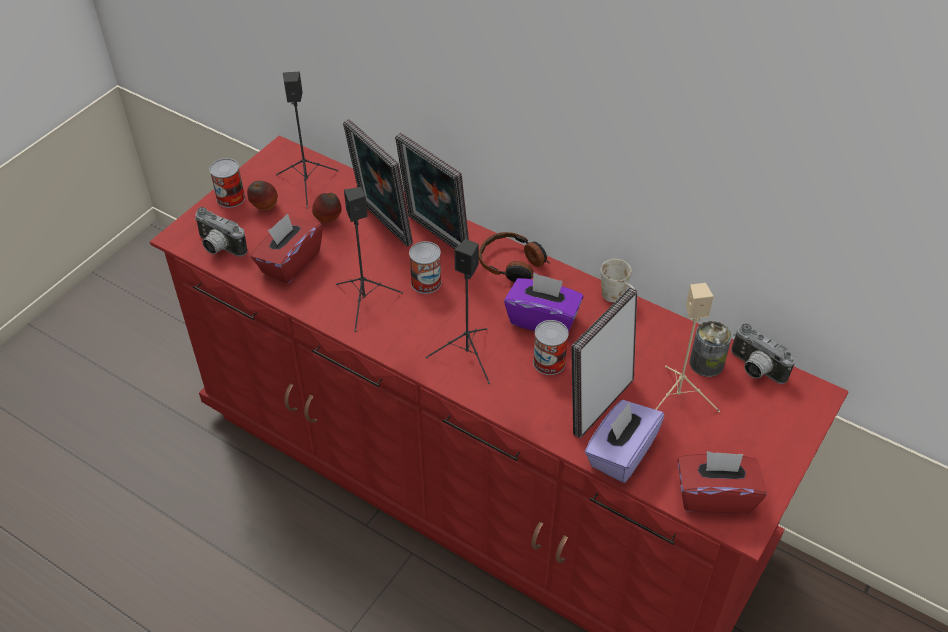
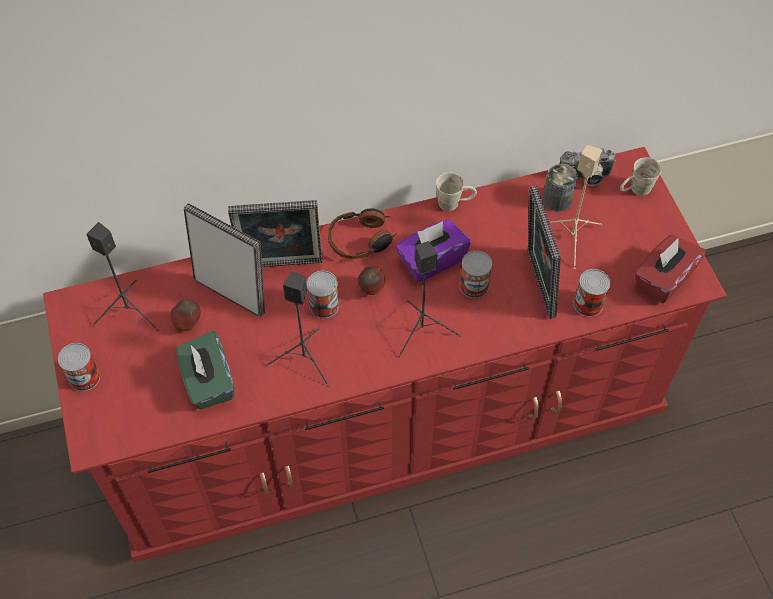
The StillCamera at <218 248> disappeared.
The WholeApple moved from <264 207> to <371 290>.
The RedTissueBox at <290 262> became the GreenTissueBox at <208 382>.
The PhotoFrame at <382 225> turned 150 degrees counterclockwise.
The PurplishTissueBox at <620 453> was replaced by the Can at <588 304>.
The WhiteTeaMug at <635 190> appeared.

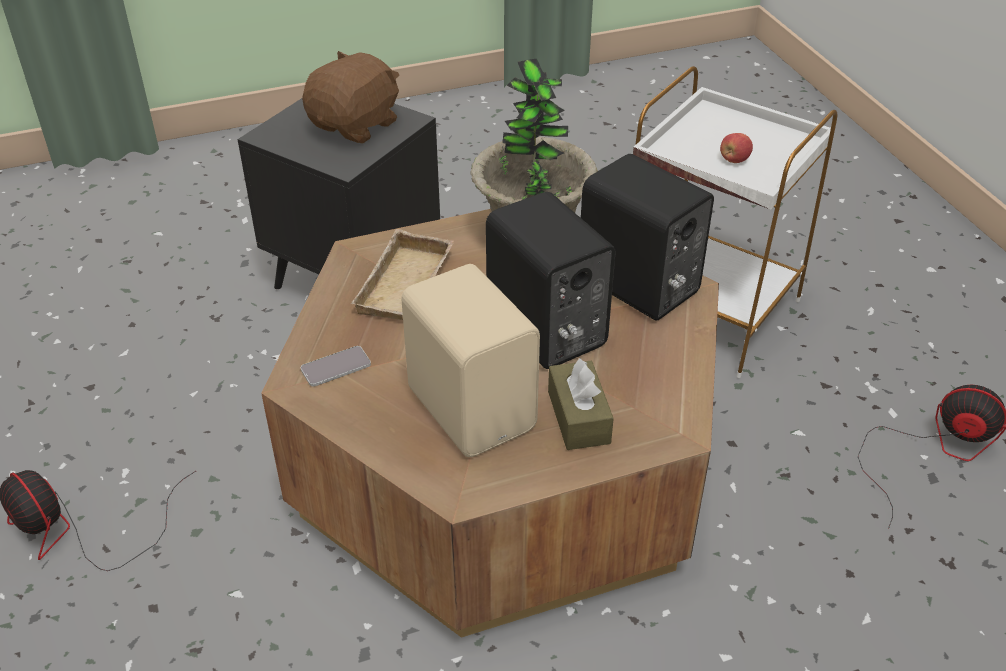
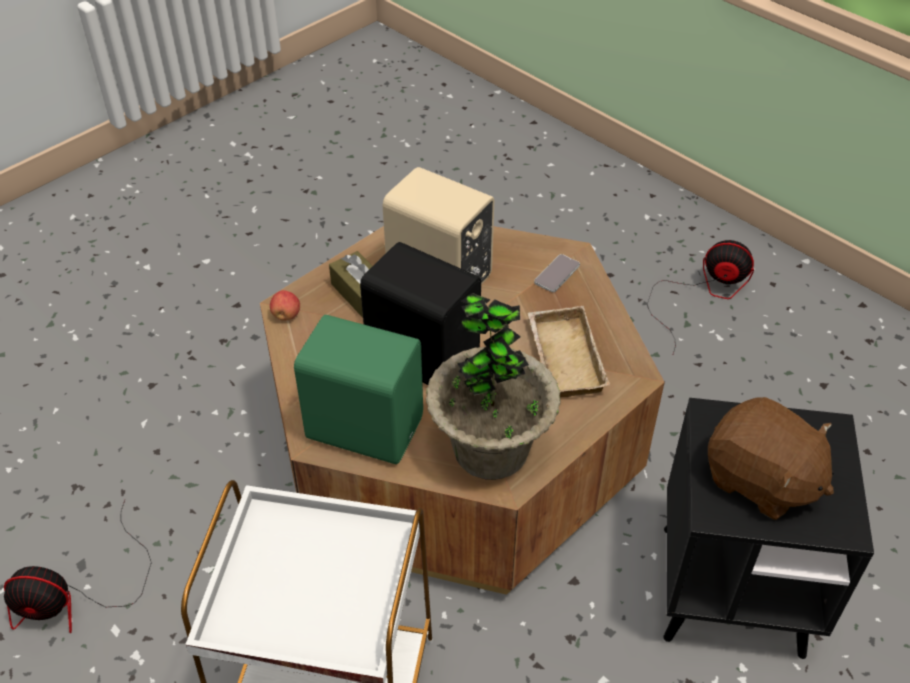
The BrownColouredCuddlyToy at <356 125> turned 60 degrees counterclockwise.
The BlackColouredSpeaker at <637 287> became the GreenSpeaker at <364 425>.
The WholeApple moved from <734 160> to <286 315>.

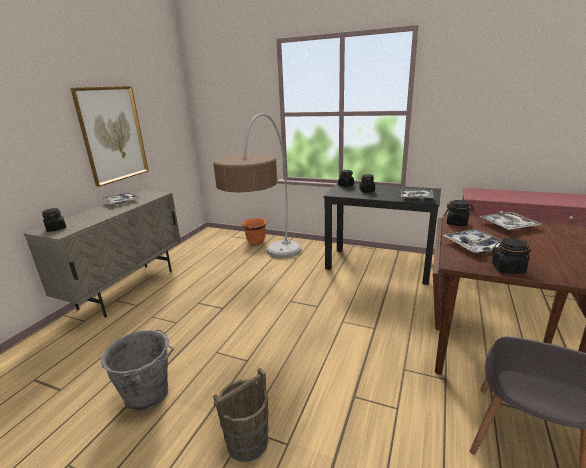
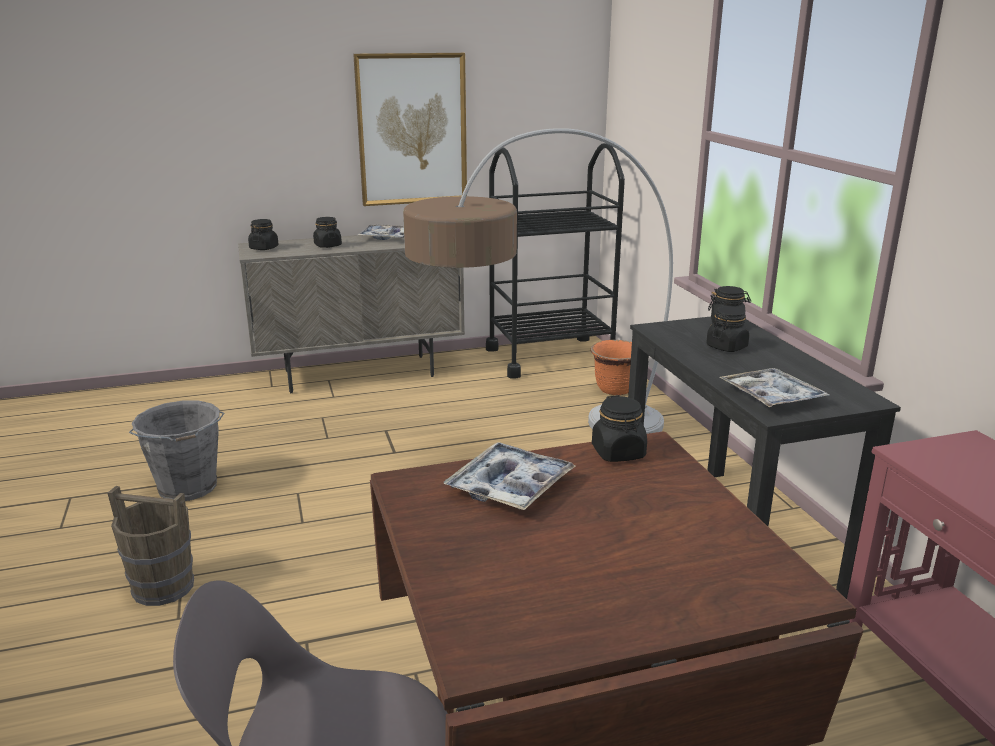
The CarryingTray at <508 225> disappeared.
The BlackColouredPreserveJar moved from <507 269> to <327 245>.
The BlackColouredWheeledCart at <550 357> appeared.

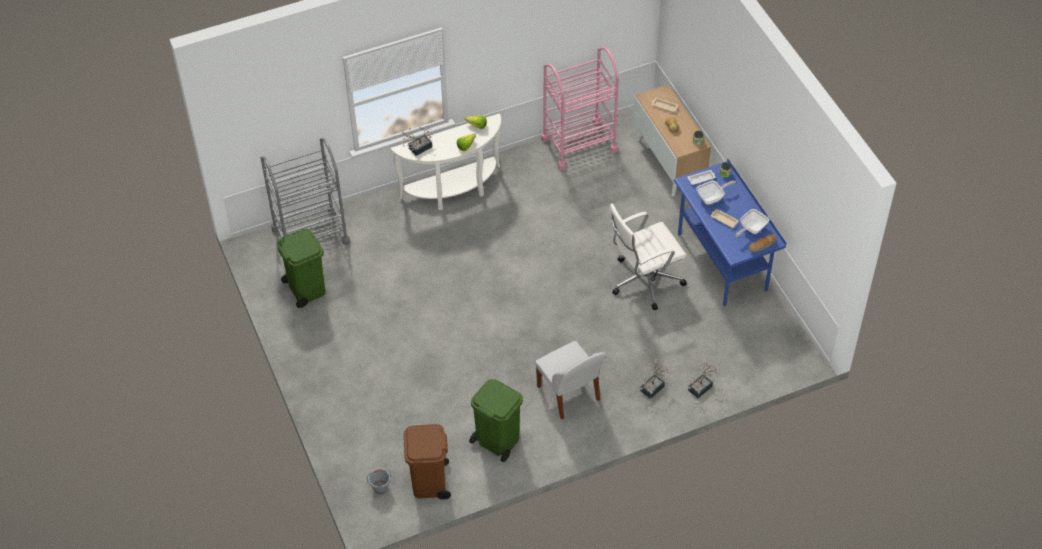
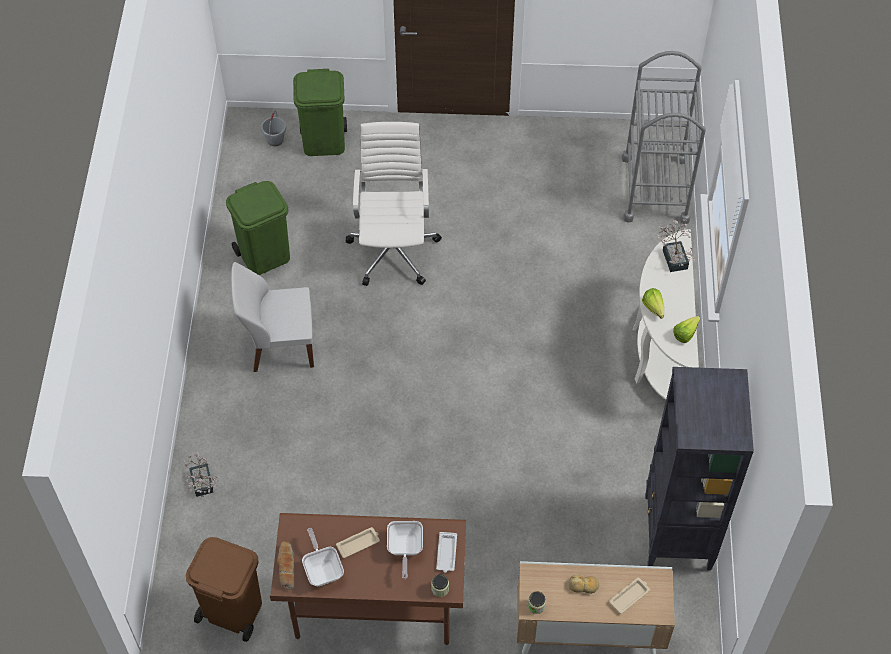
The GreenRubbishBin moved from <306 289> to <324 142>.
The BrownColouredRubbishBin moved from <429 483> to <232 610>.
The PinkWheeledCart at <579 144> was replaced by the BlackColouredShelvingUnit at <677 533>.
The WhiteDeskChair moved from <644 281> to <394 249>.
The PlantInAPot at <654 387> disappeared.
The BluishDesk at <722 262> became the BrownColouredDesk at <374 609>.

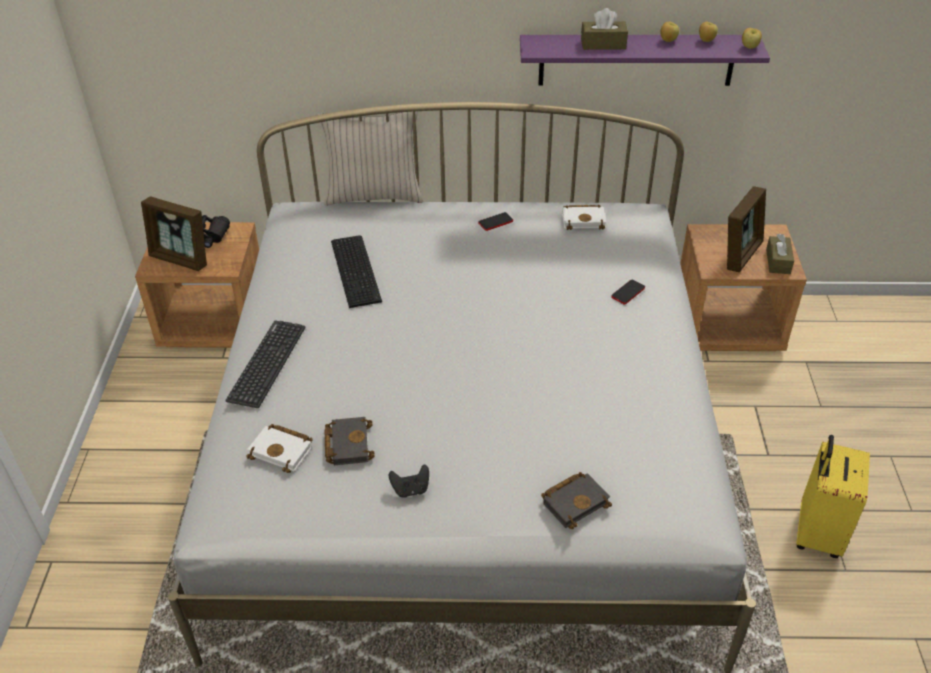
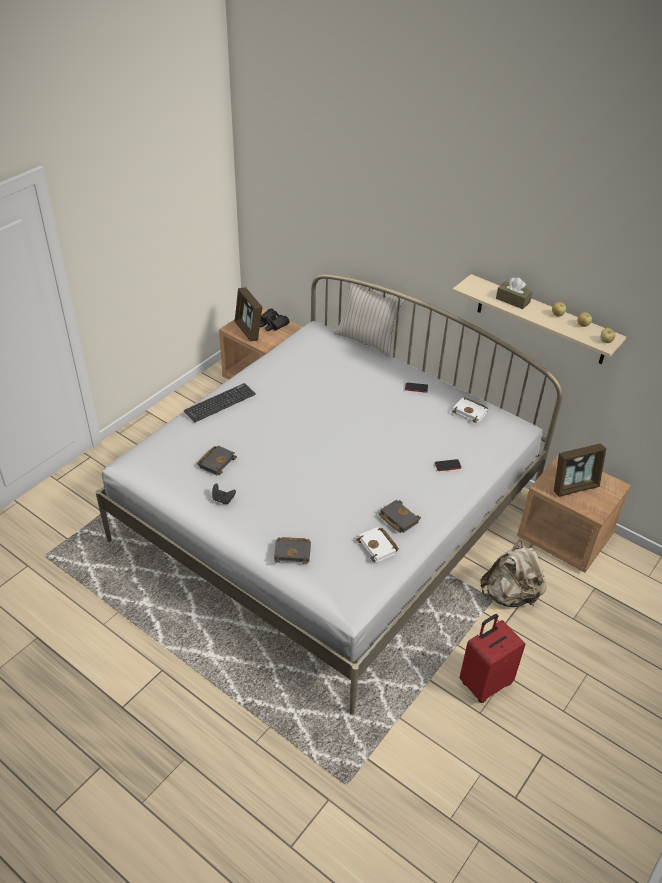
The WhiteBook moved from <283 450> to <379 547>.
The ComputerKeyboard at <357 270> disappeared.
The PurplishWallShelf at <636 60> became the BeigeColouredWallShelf at <541 320>.
The BrownColouredTissueBox at <778 261> disappeared.
The YellowishSuitcase at <816 533> became the RedSuitcase at <485 683>.
The BlackColouredBook at <397 518> appeared.
The BeigeColouredBackpack at <510 595> appeared.

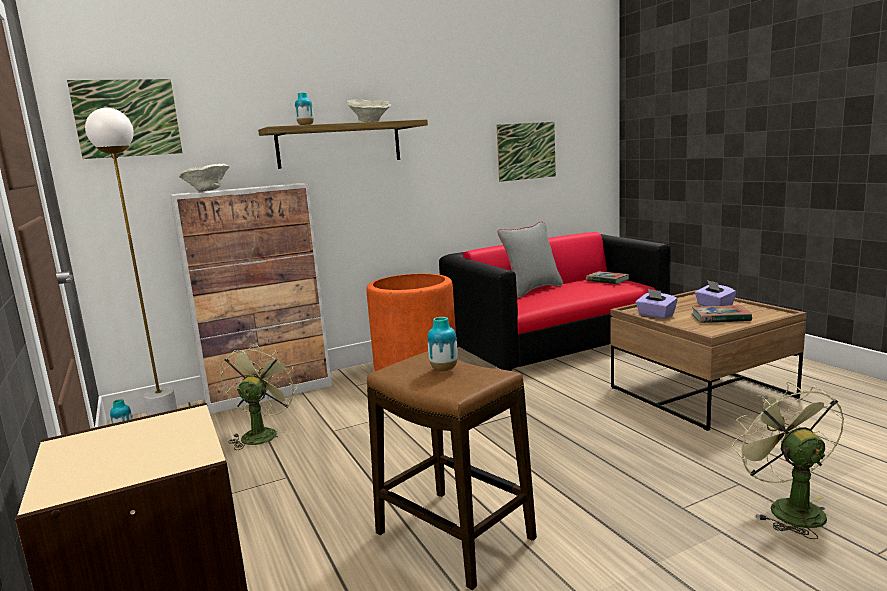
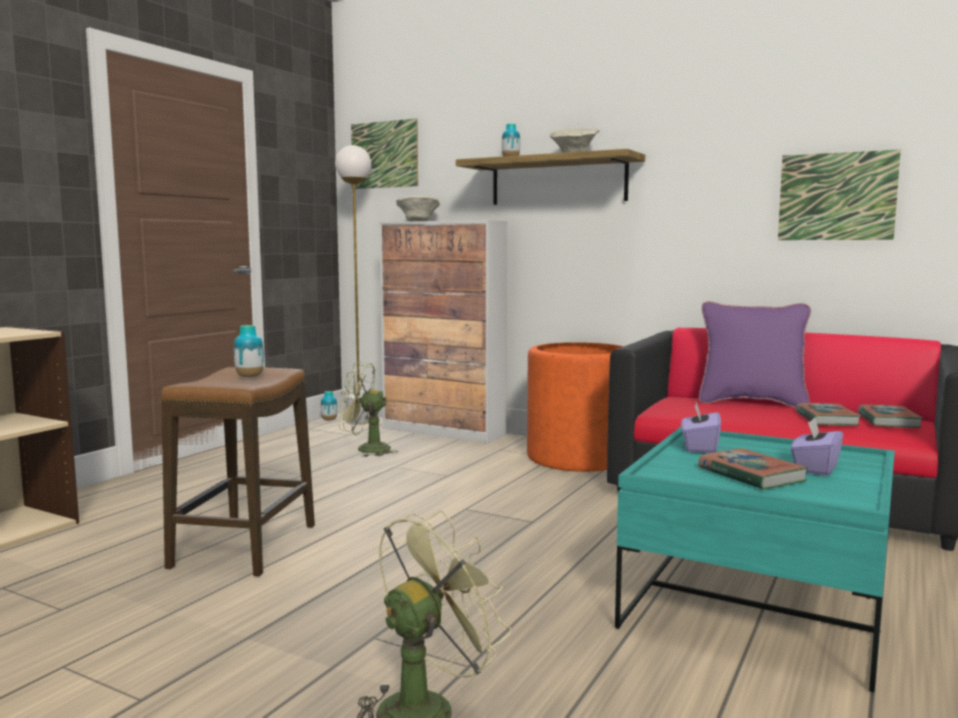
The GreenCoolingFan at <261 433> turned 150 degrees counterclockwise.
The GreyishThrowPillow at <532 290> became the PurplishThrowPillow at <751 402>.
The BrownColouredLowTable at <701 392> became the TurquoiseColouredLowTable at <756 608>.
The Book at <826 419> appeared.

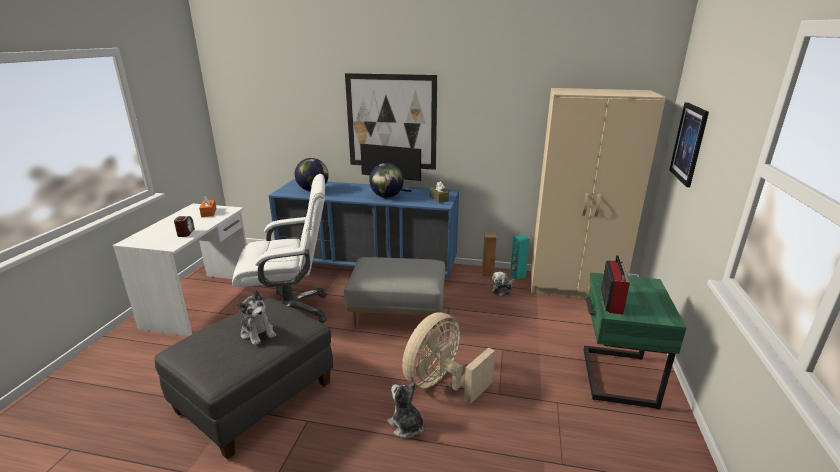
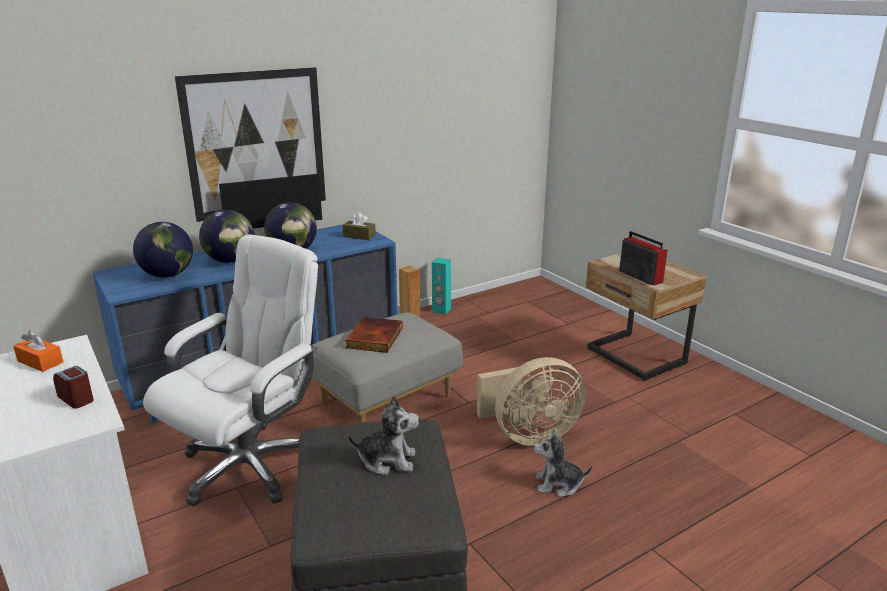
The BeigeColouredCoolingFan at <441 383> turned 105 degrees counterclockwise.
The CuddlyToy at <502 290> disappeared.
The BeigeColouredClothesCupboard at <574 287> disappeared.
The GreenBedsideTable at <615 378> became the BeigeColouredBedsideTable at <634 357>.
The WallPicture at <689 143> disappeared.
The Globe at <230 261> appeared.
The Book at <373 337> appeared.

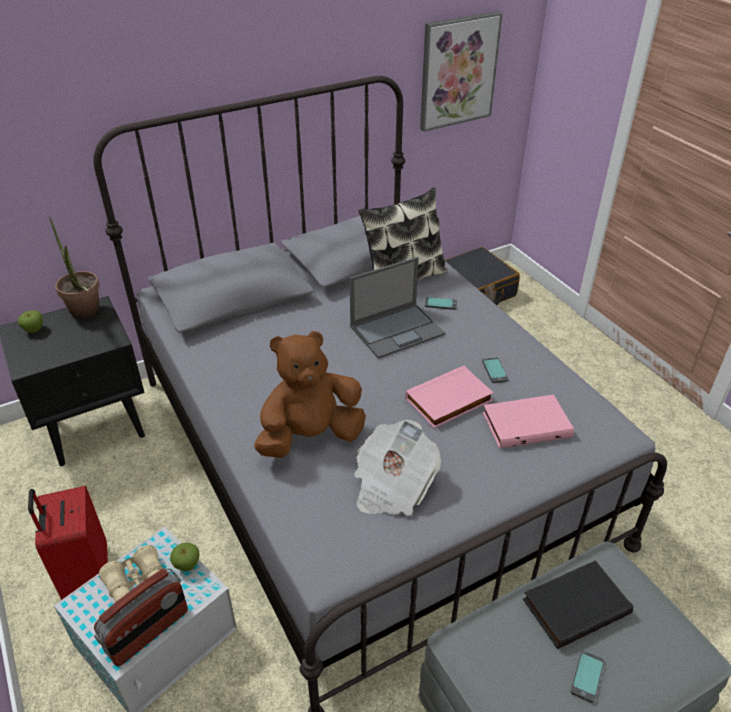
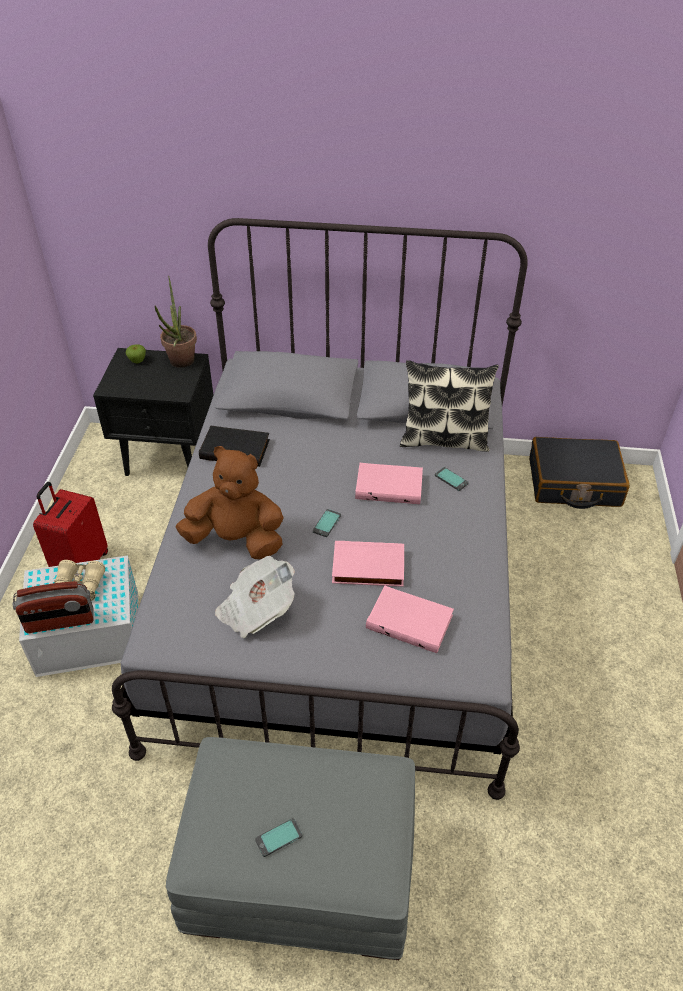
The WholeApple at <187 565> disappeared.
The Laptop at <397 330> was replaced by the PinkBook at <389 485>.
The WallPicture at <458 71> disappeared.
The Phone moved from <495 371> to <327 523>.
The BlackColouredBook moved from <575 605> to <236 448>.

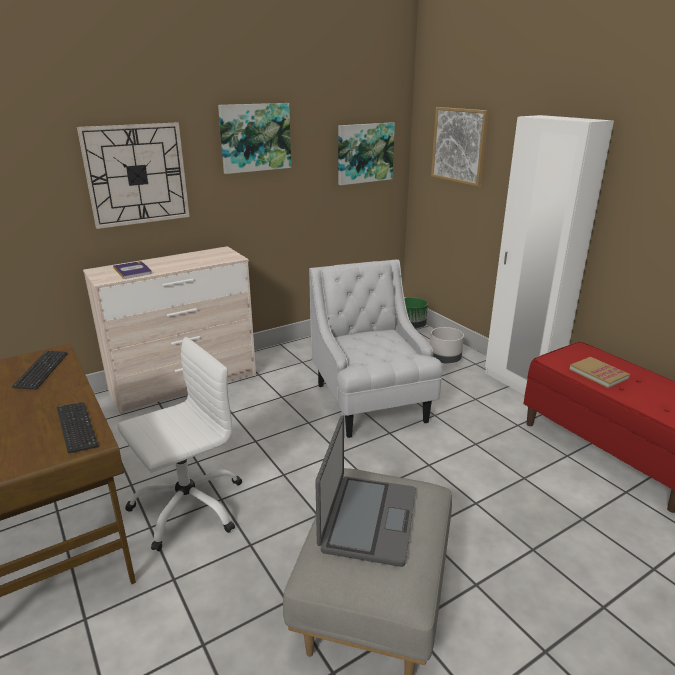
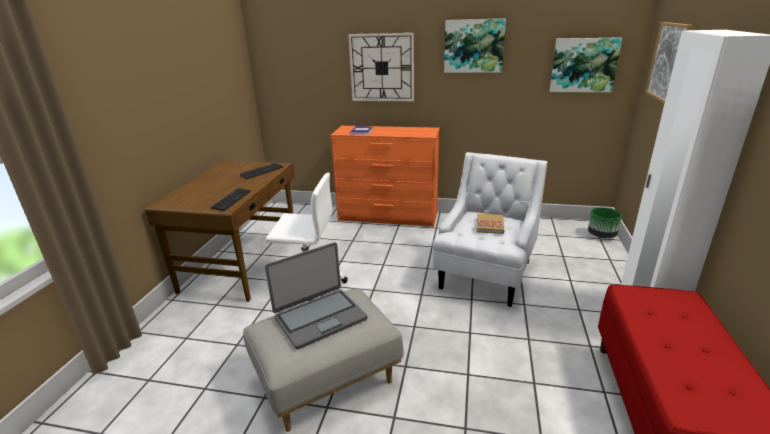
The BeigeColouredChestOfDrawers at <184 384> became the OrangeColouredChestOfDrawers at <388 217>.
The GreyishPlantPot at <444 360> disappeared.
The Book moved from <598 374> to <490 225>.

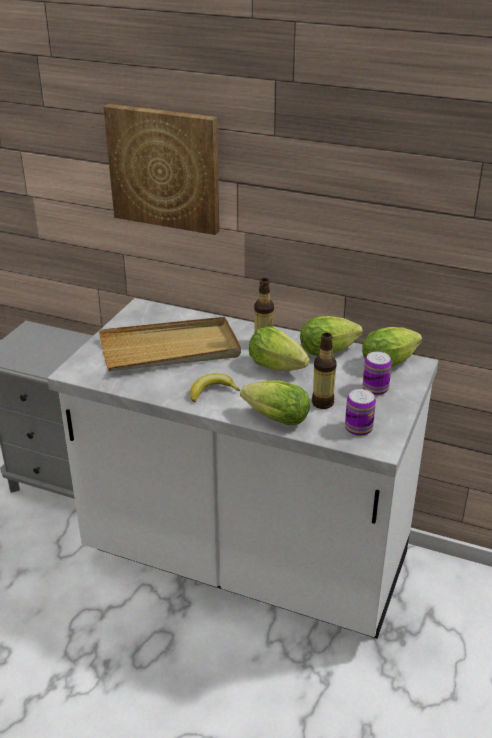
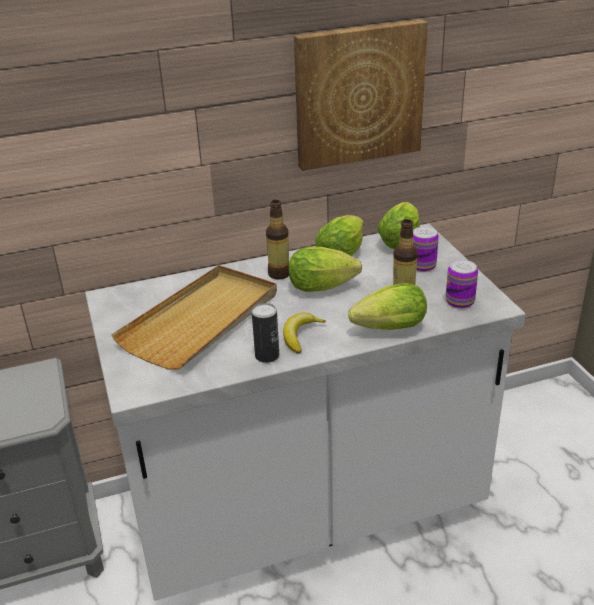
The WallPicture moved from <165 168> to <358 94>.
The Can at <267 356> appeared.

